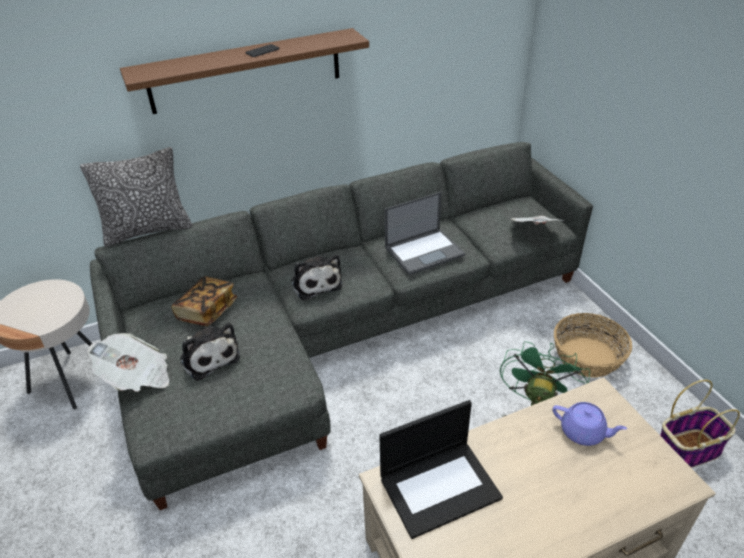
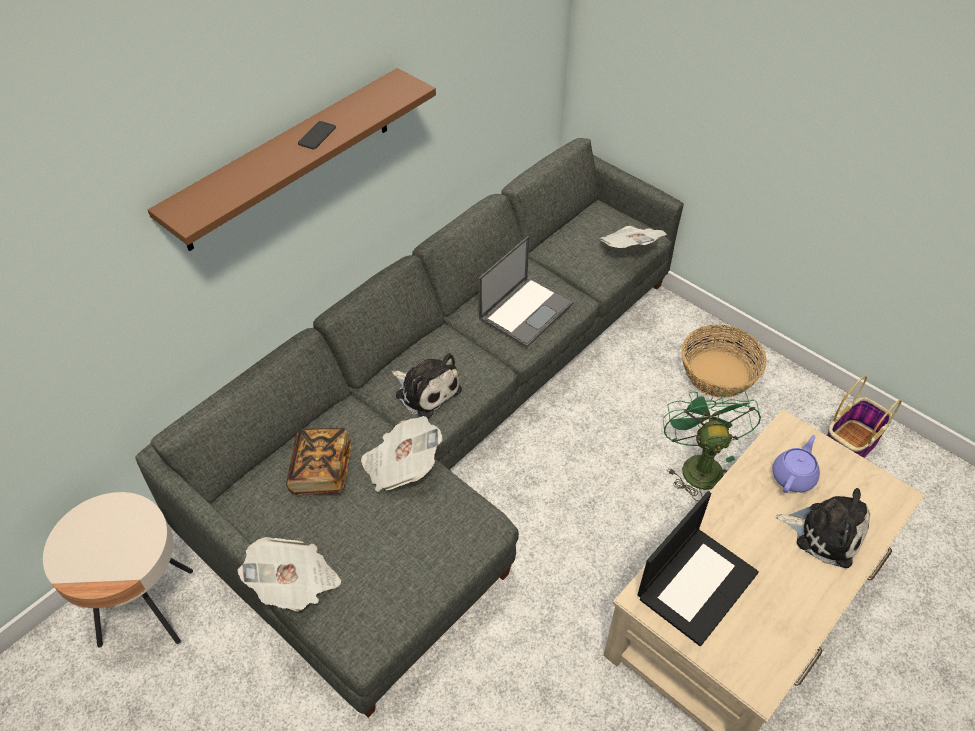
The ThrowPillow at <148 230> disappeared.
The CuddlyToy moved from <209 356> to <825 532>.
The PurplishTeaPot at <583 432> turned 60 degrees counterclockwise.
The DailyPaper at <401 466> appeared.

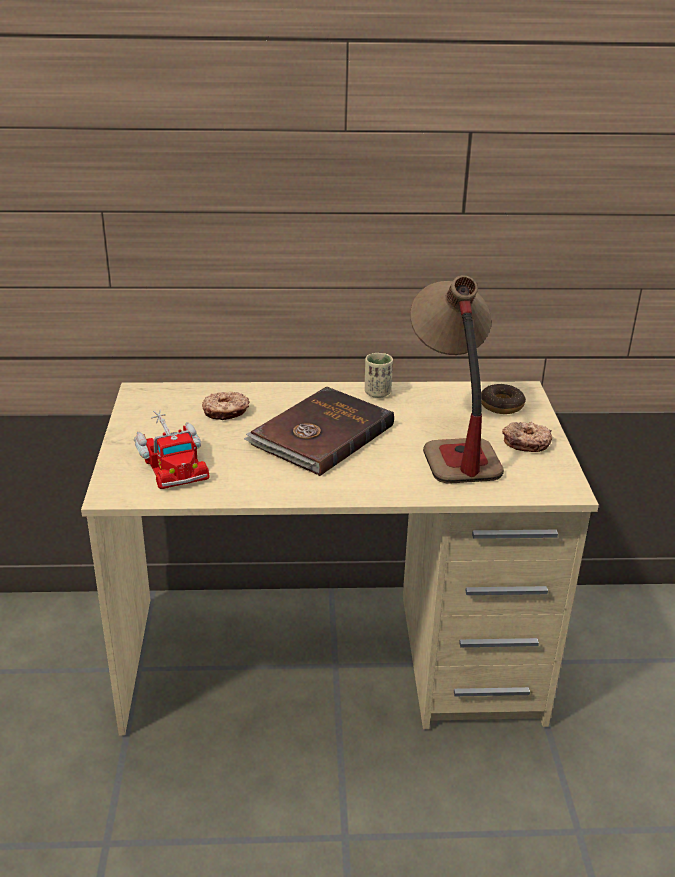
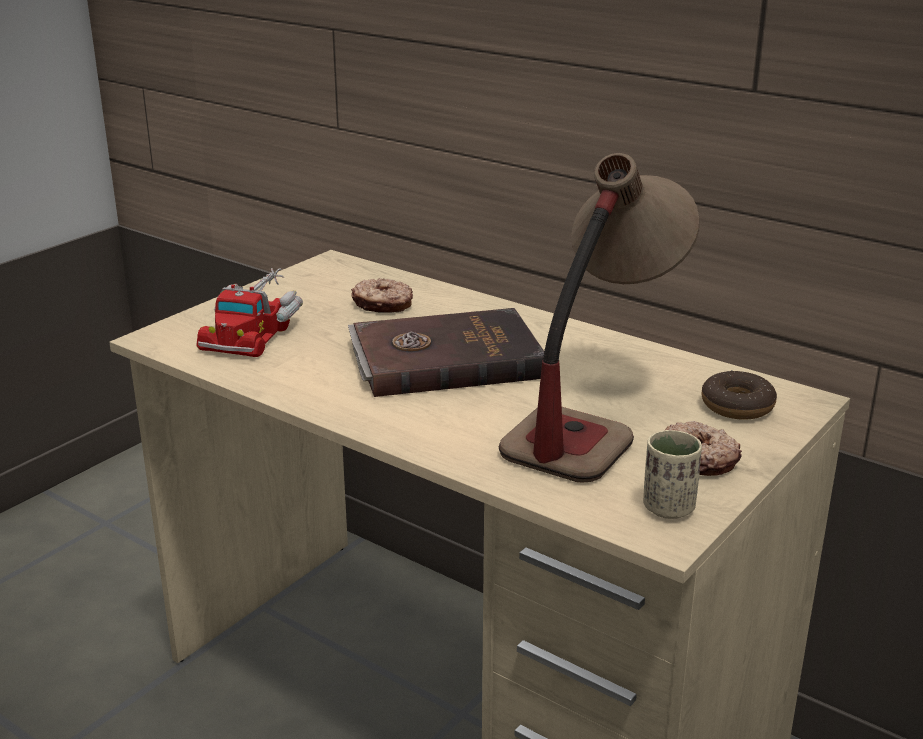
The BeigeColouredDrinkingCup moved from <377 393> to <668 508>.

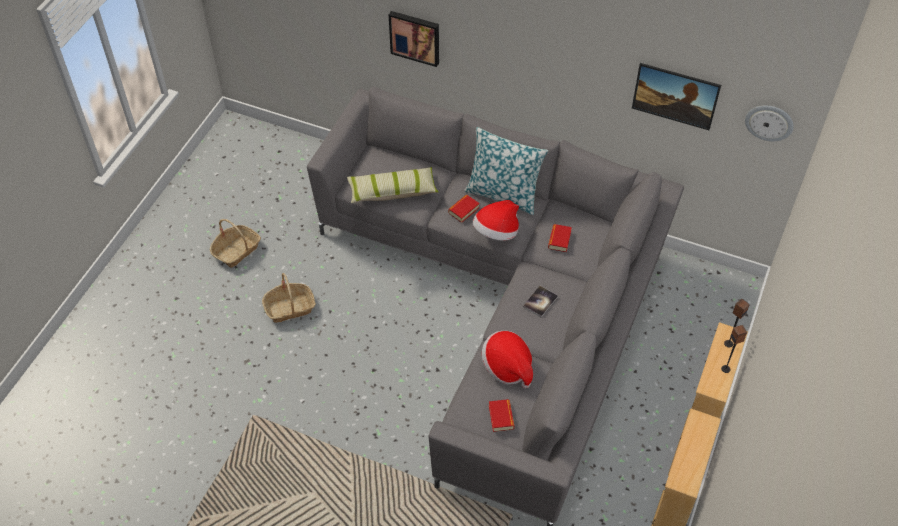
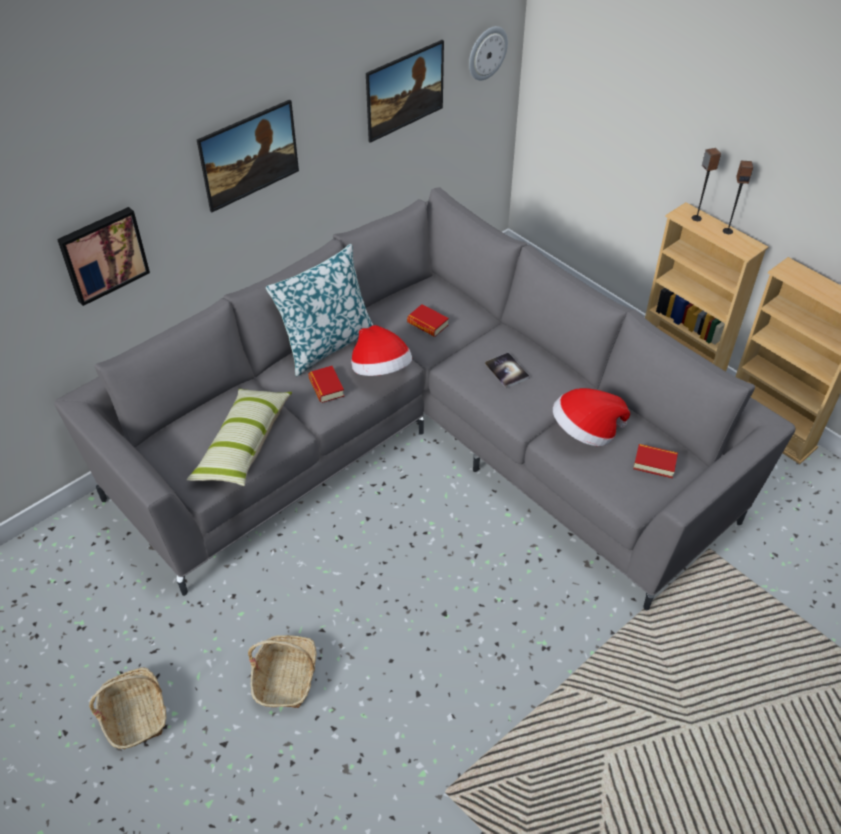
The WallPicture at <252 173> appeared.

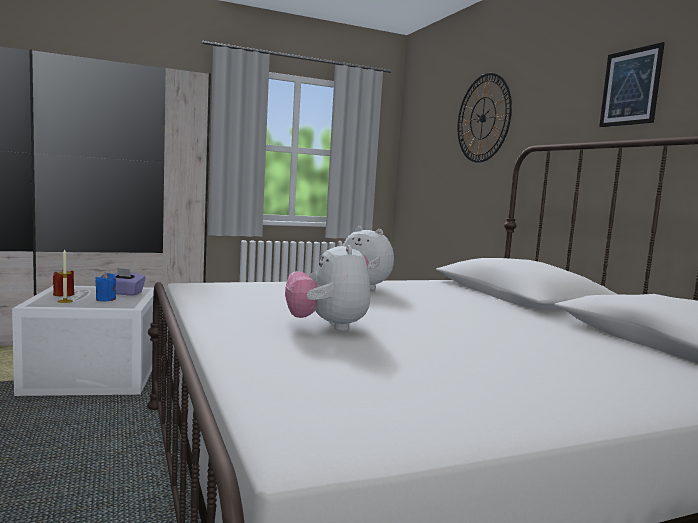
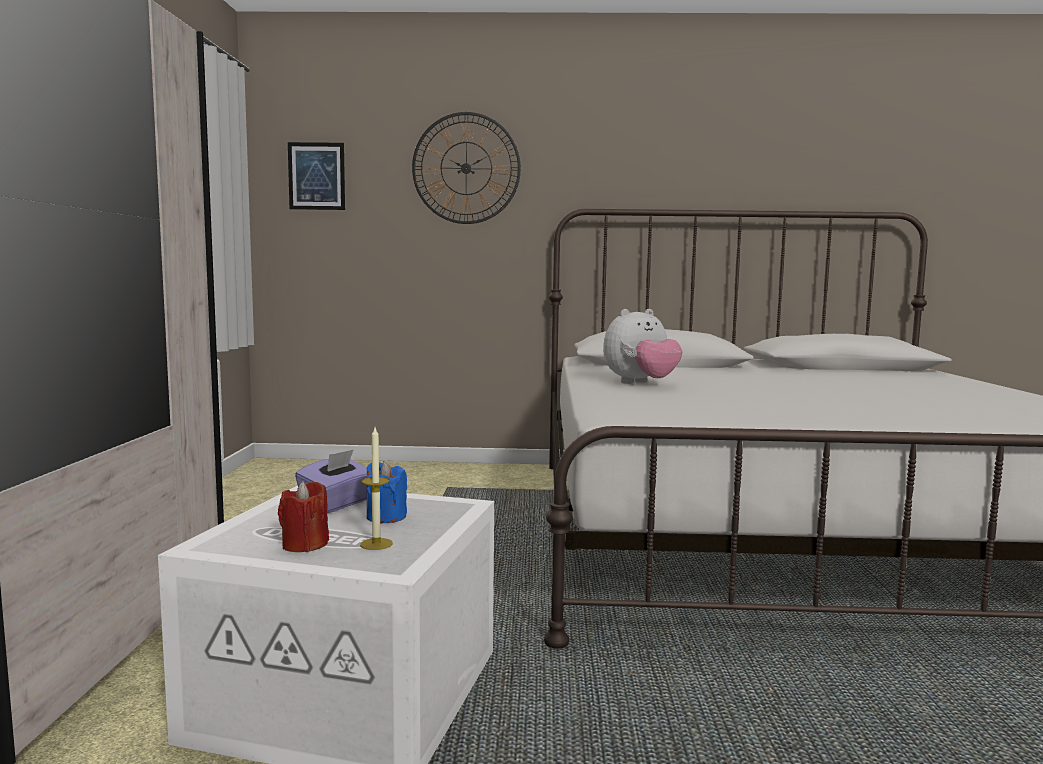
The CuddlyToy at <327 326> disappeared.
The WallPicture moved from <630 87> to <316 176>.

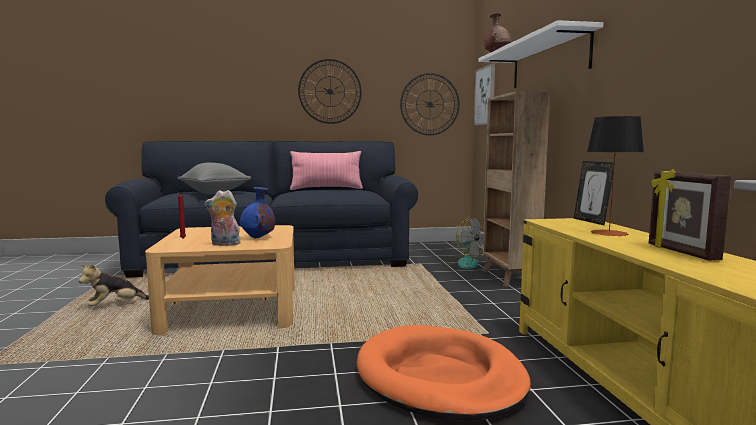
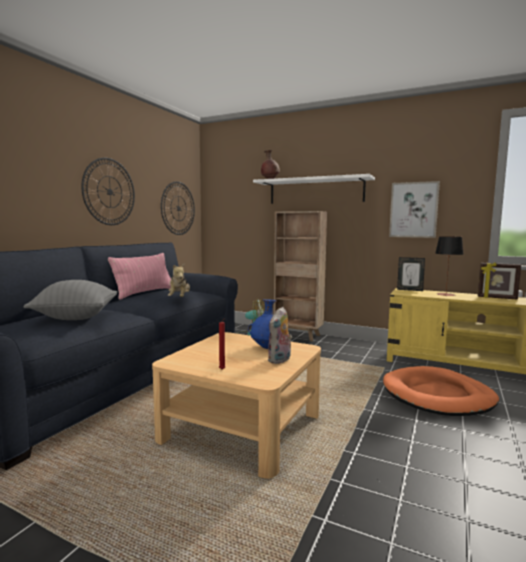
The CuddlyToy moved from <115 306> to <180 298>.
The WallPicture moved from <485 96> to <413 210>.

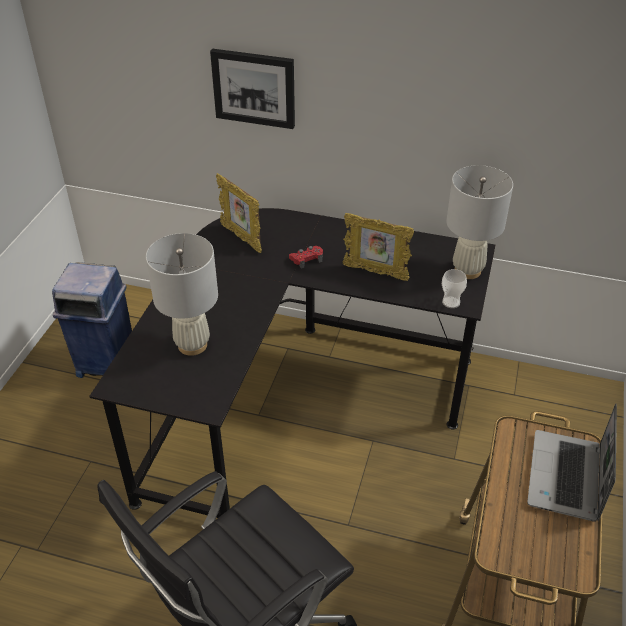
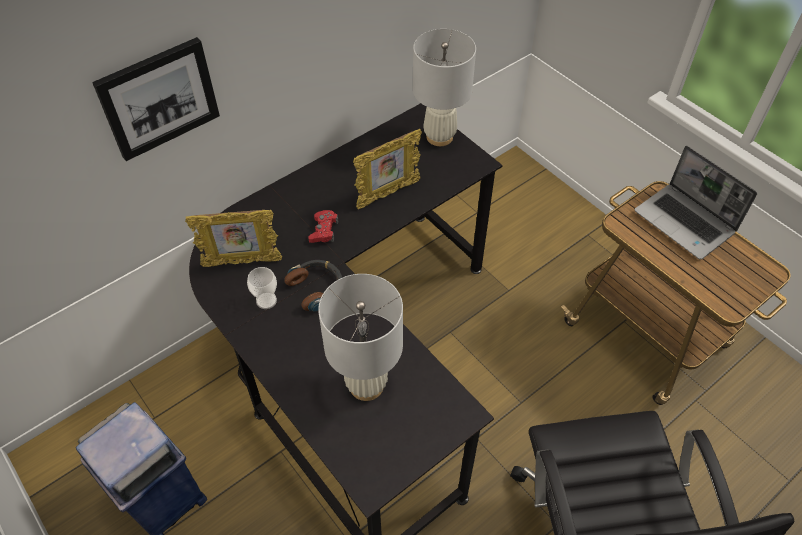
The DrinkingCup moved from <451 302> to <266 300>.
The Headset at <317 288> appeared.

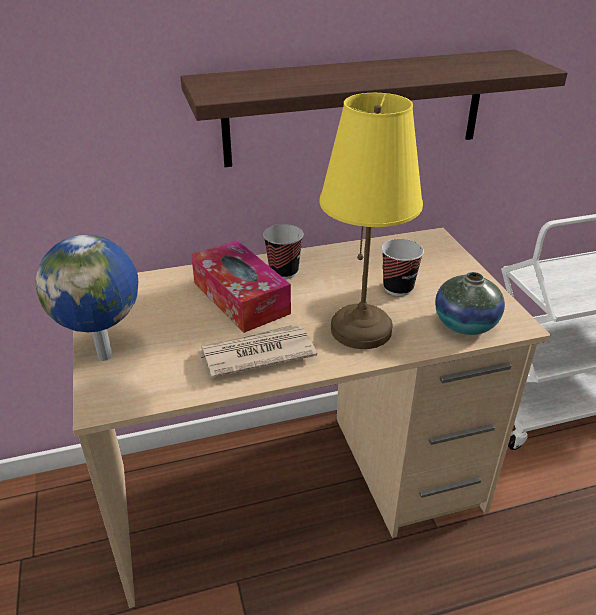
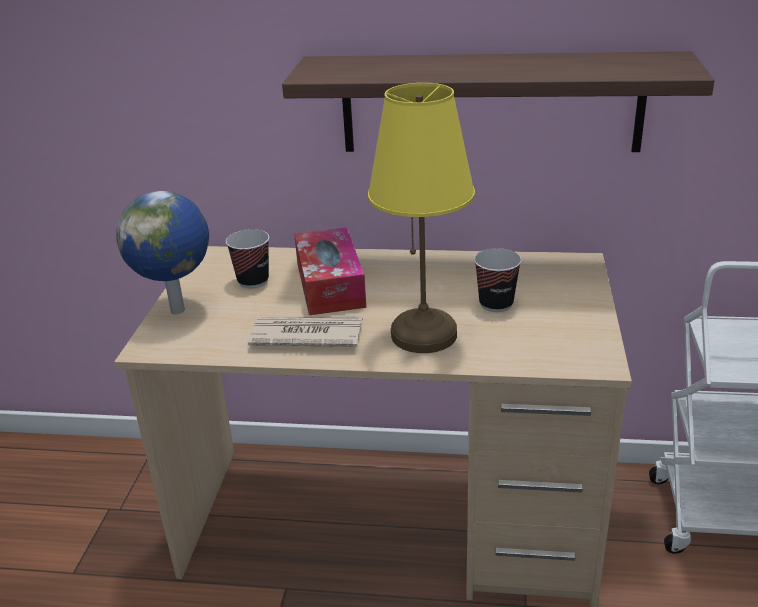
The DrinkingCup moved from <283 272> to <253 281>.
The FlowerVase at <465 324> disappeared.

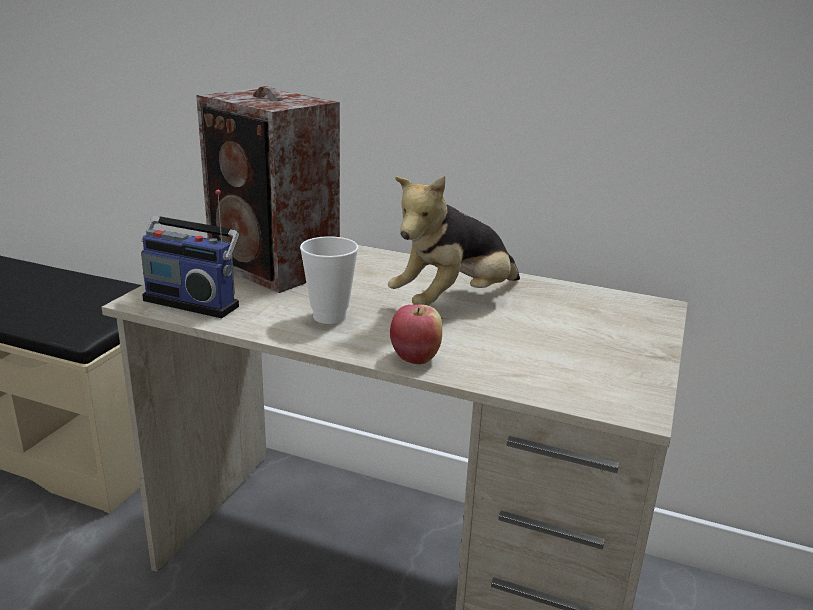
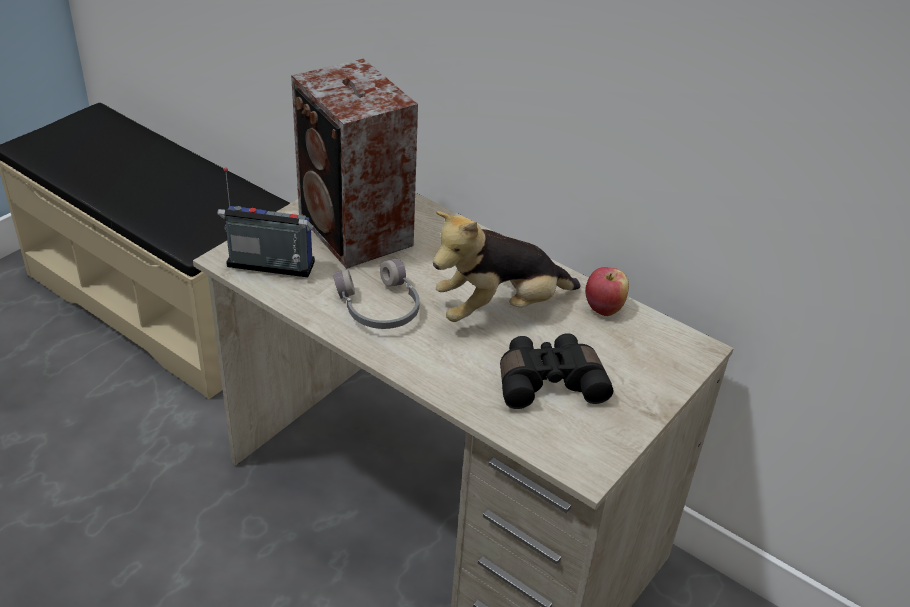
The RadioSet at <194 301> turned 150 degrees clockwise.
The DrinkingCup at <329 316> was replaced by the GreyishHeadset at <378 308>.
The WholeApple moved from <415 358> to <603 308>.
The BlackColouredBinoculars at <549 381> appeared.

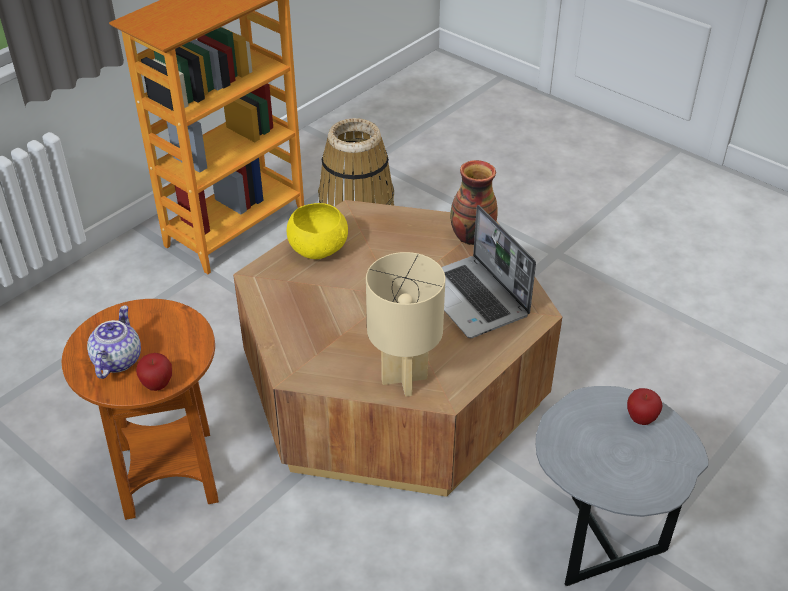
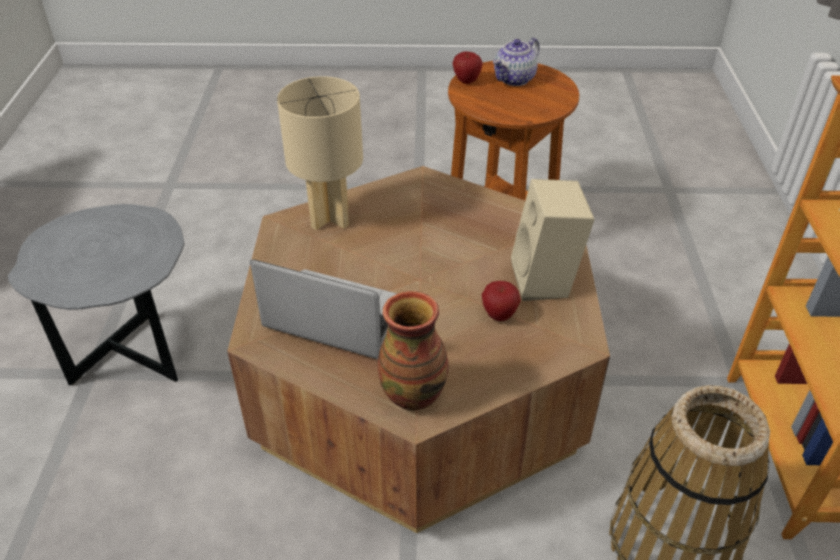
The TeaPot at <117 360> turned 75 degrees clockwise.
The YellowishServingBowl at <319 249> was replaced by the BeigeColouredSpeaker at <546 281>.
The WholeApple moved from <641 419> to <499 315>.

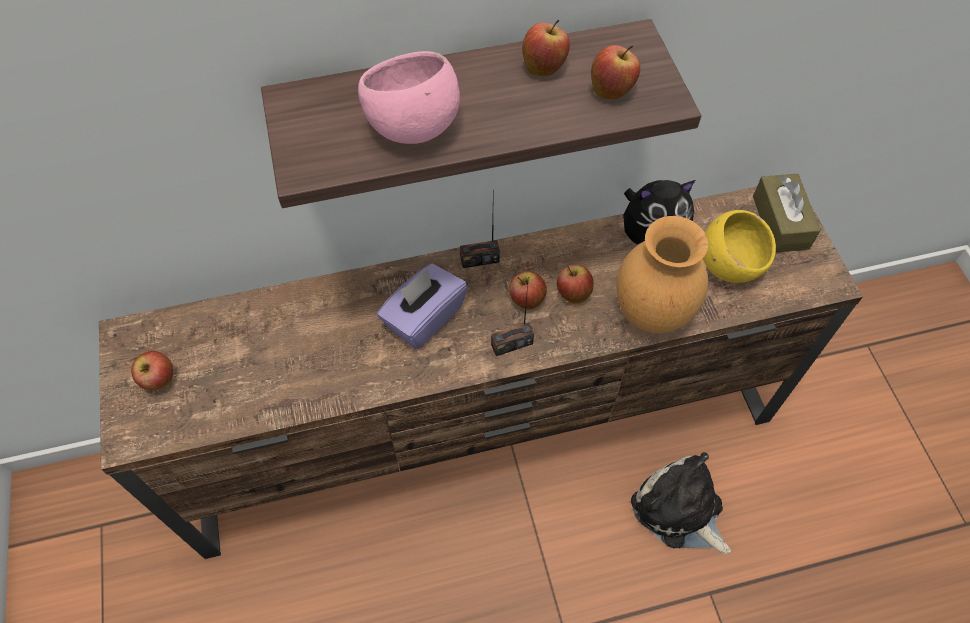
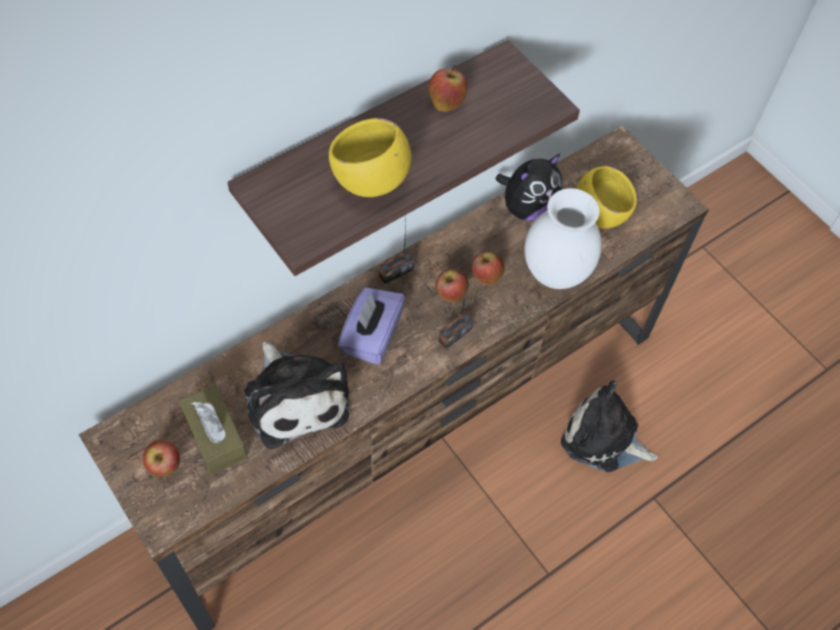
The PinkServingBowl at <413 129> became the YellowishServingBowl at <370 182>.
The WholeApple at <611 91> disappeared.
The BrownColouredFlowerVase at <651 312> became the WhiteFlowerVase at <554 272>.
The BrownColouredTissueBox moved from <780 222> to <215 435>.
The CuddlyToy at <295 398> appeared.

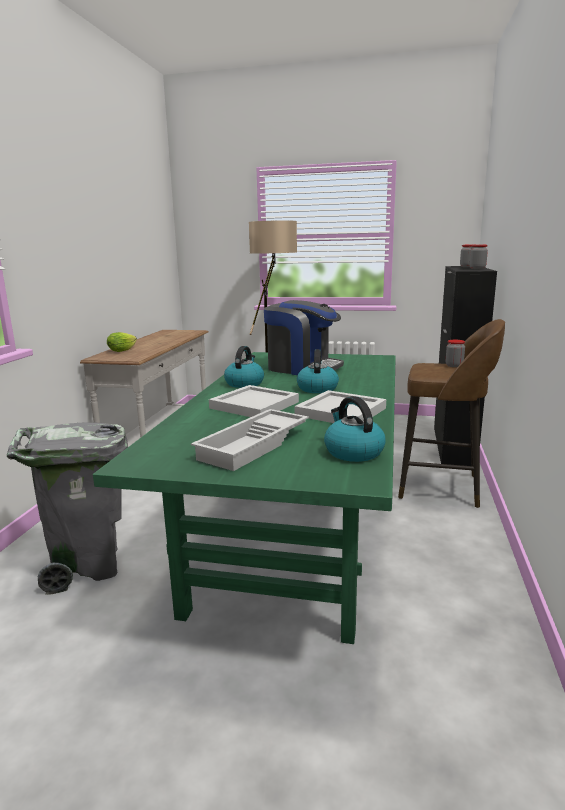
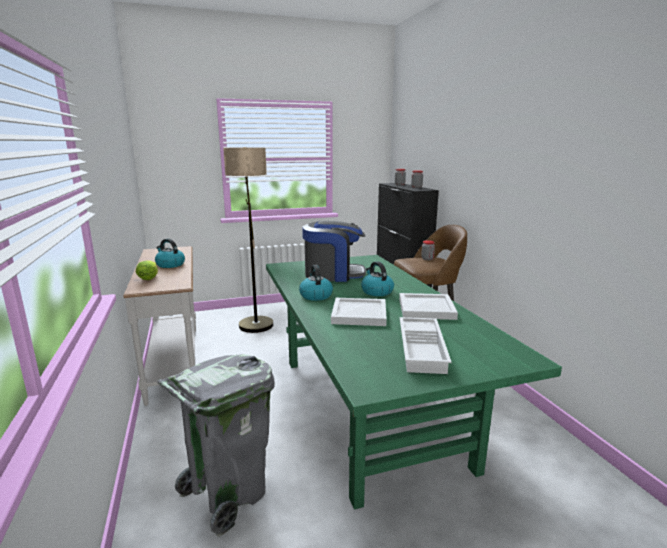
The WaterKettle moved from <353 452> to <170 265>.

